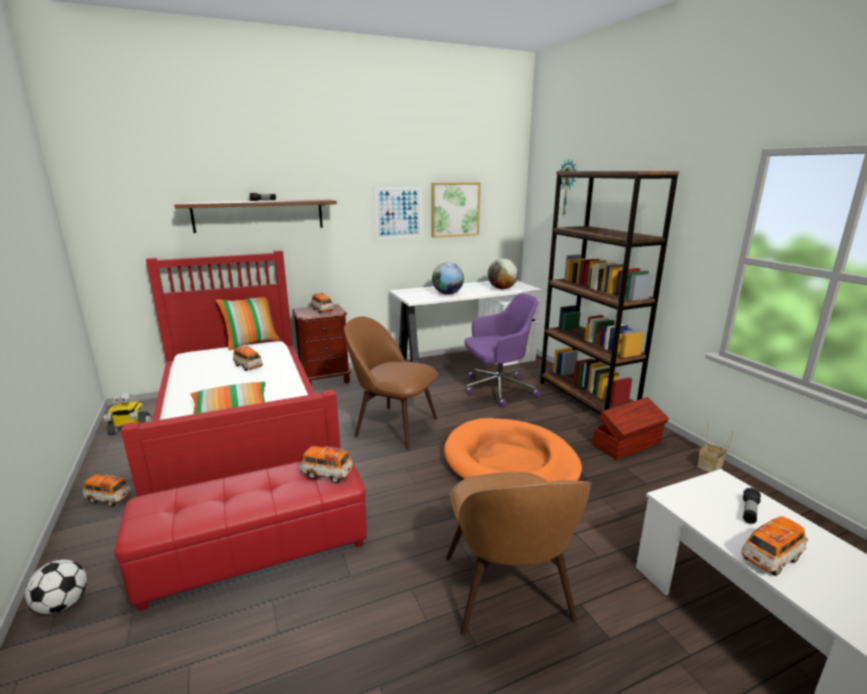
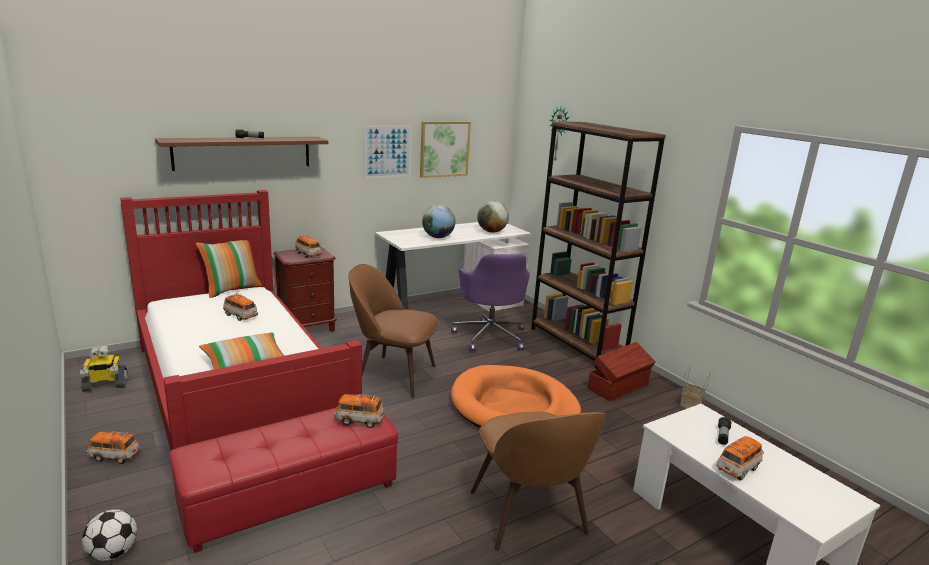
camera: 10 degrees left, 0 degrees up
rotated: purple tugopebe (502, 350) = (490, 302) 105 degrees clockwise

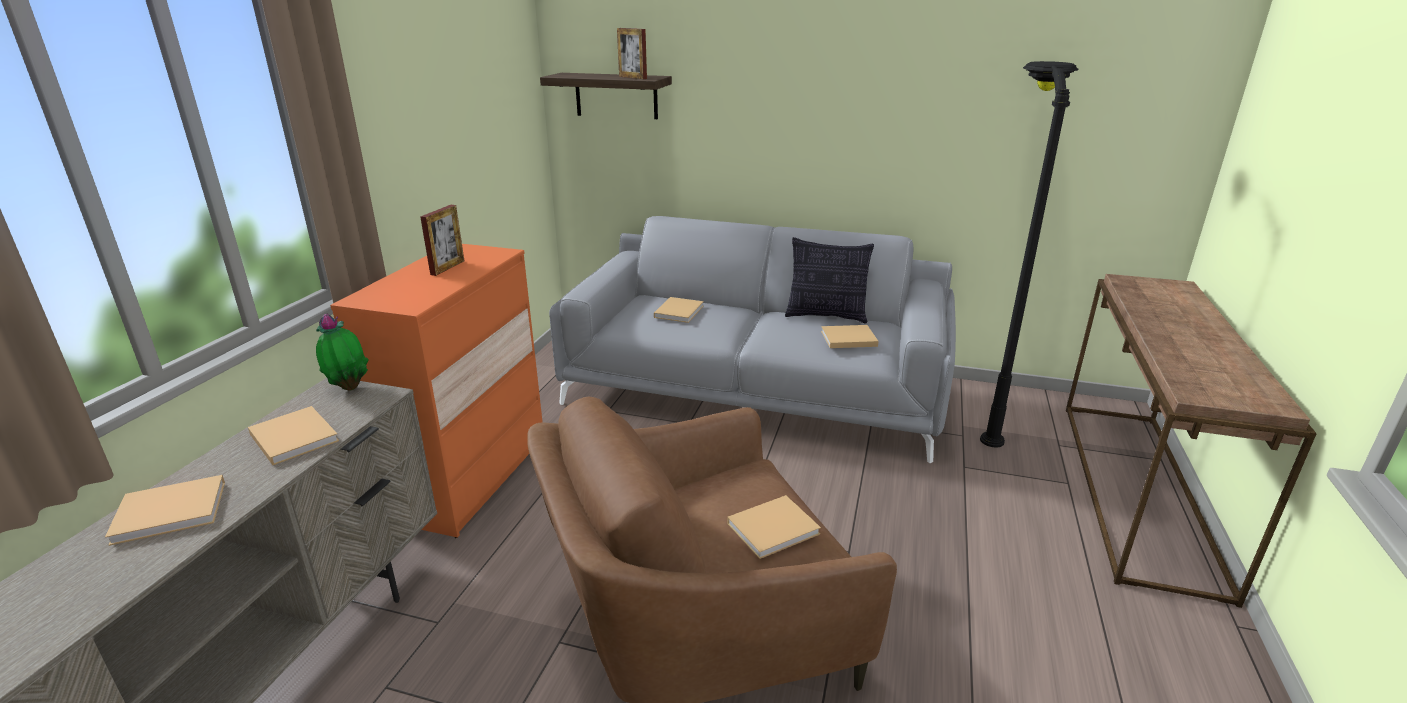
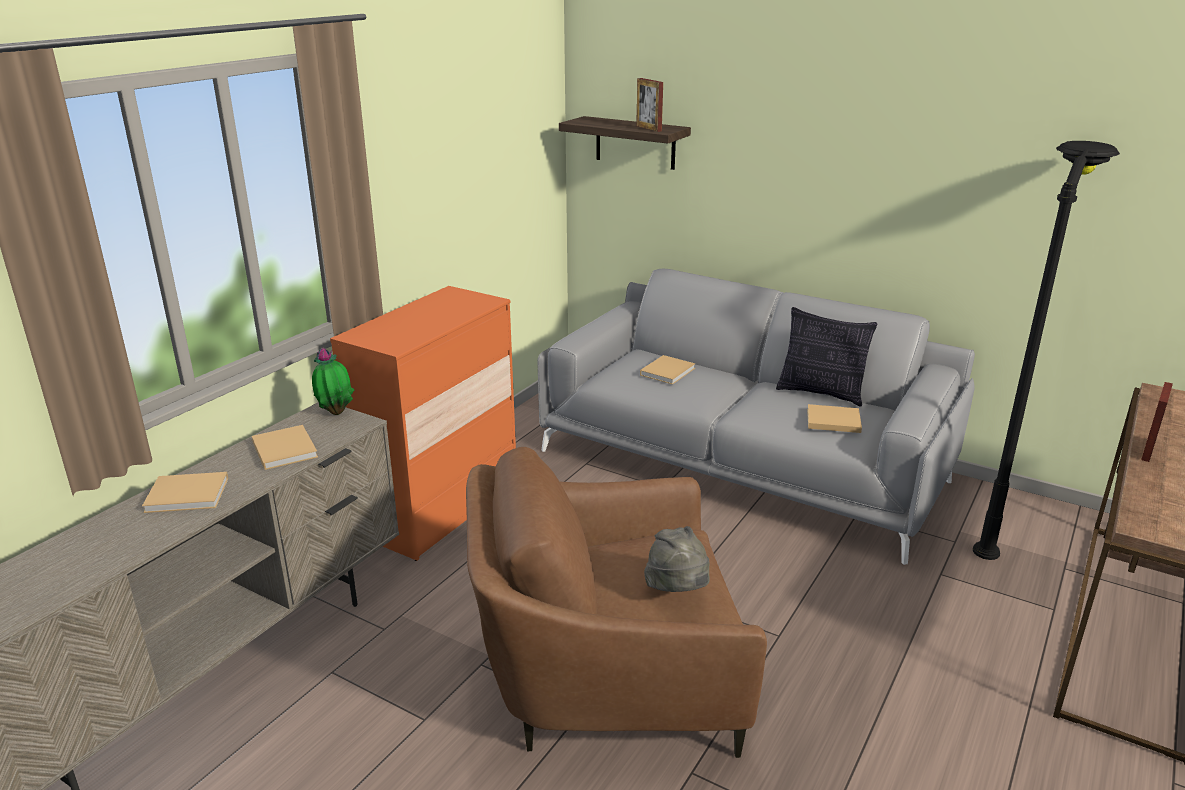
camera: 15 degrees right, 0 degrees up
shifted: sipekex (442, 240) to (1157, 422)
swapped: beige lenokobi (774, 527) to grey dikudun (677, 559)

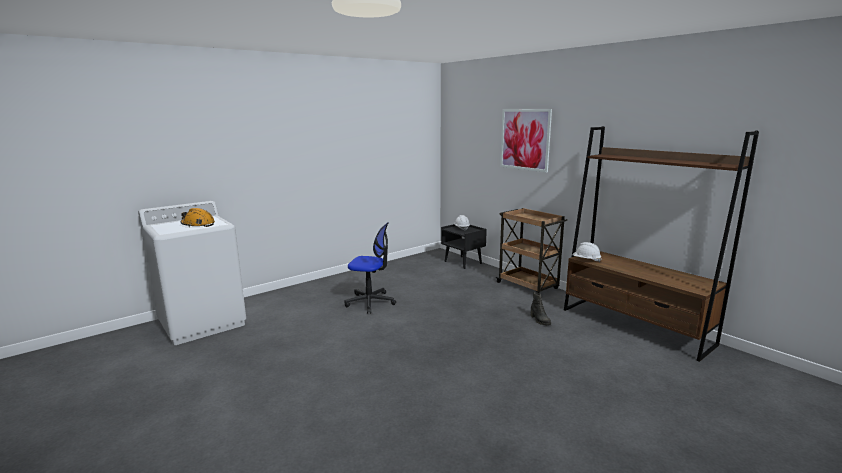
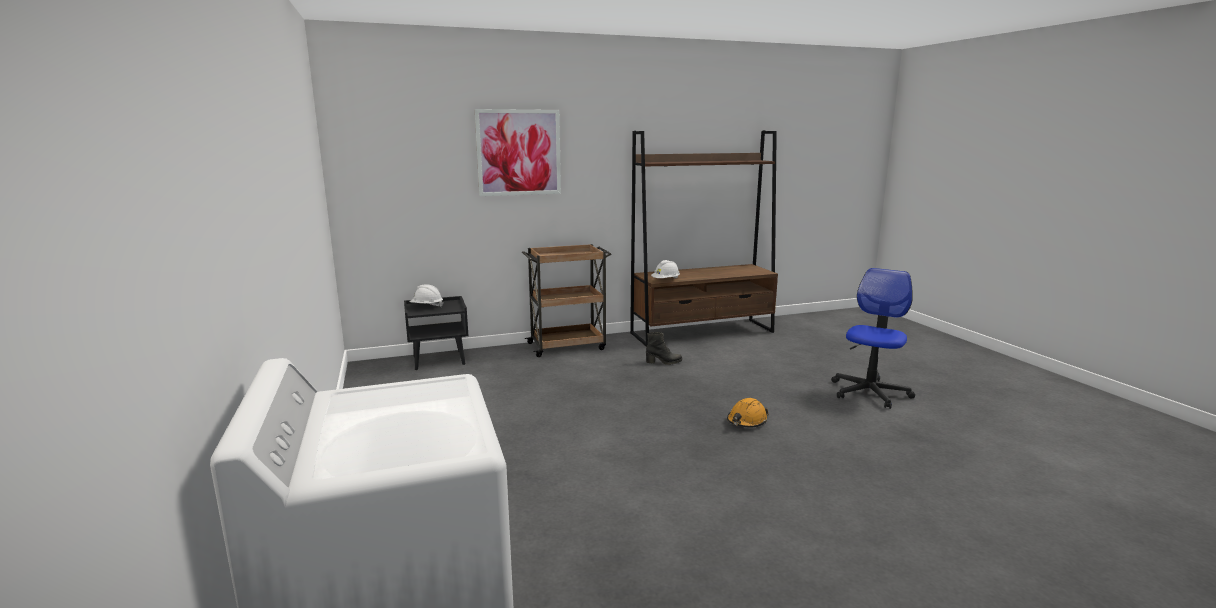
camera: 70 degrees left, 0 degrees up
shifted: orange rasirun (198, 217) to (748, 413); tugopebe (370, 268) to (873, 338)

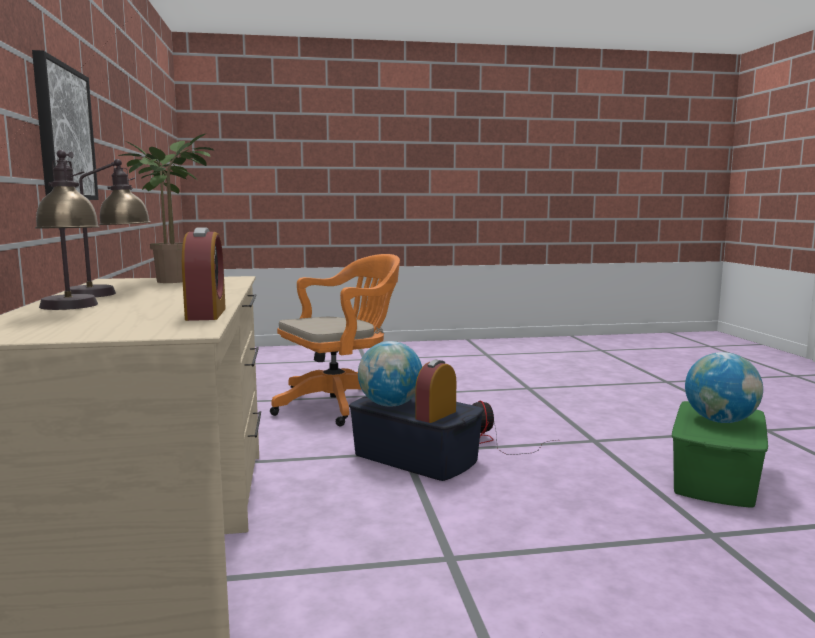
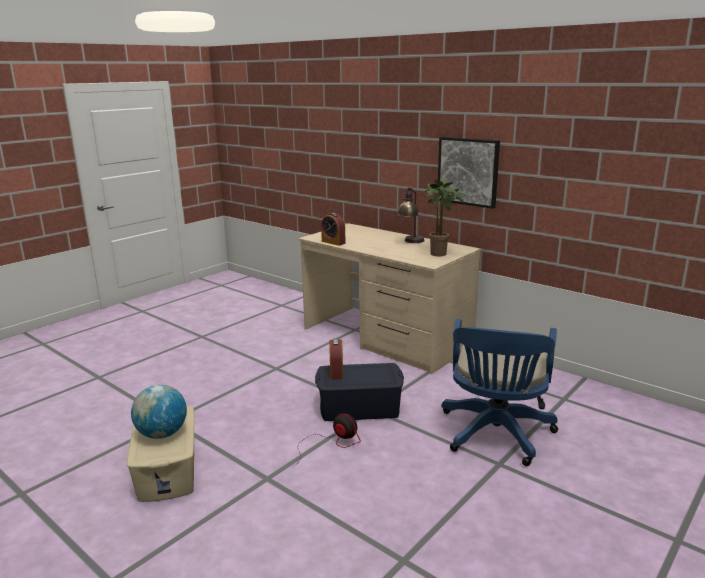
camera: 140 degrees right, 10 degrees up
gone: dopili (67, 230); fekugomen (390, 374)
repainted: orange tugopebe (335, 340) to blue tugopebe (500, 392); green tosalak (720, 454) to beige tosalak (160, 454)

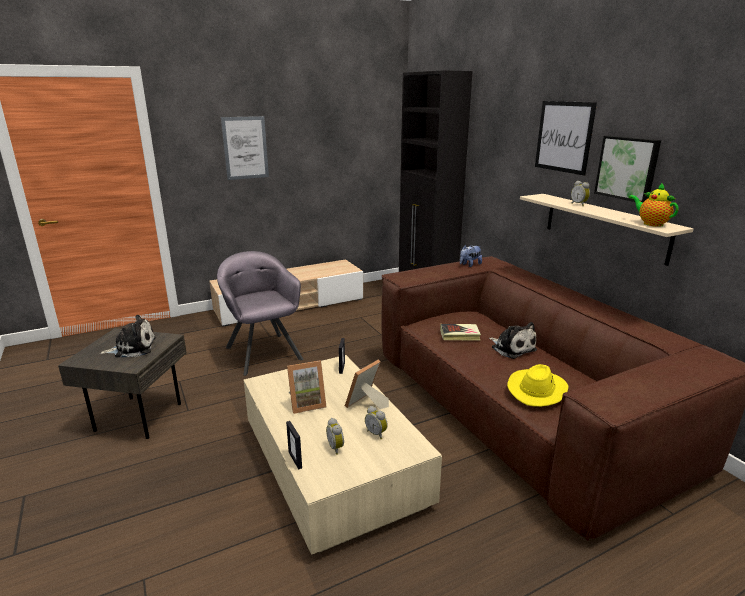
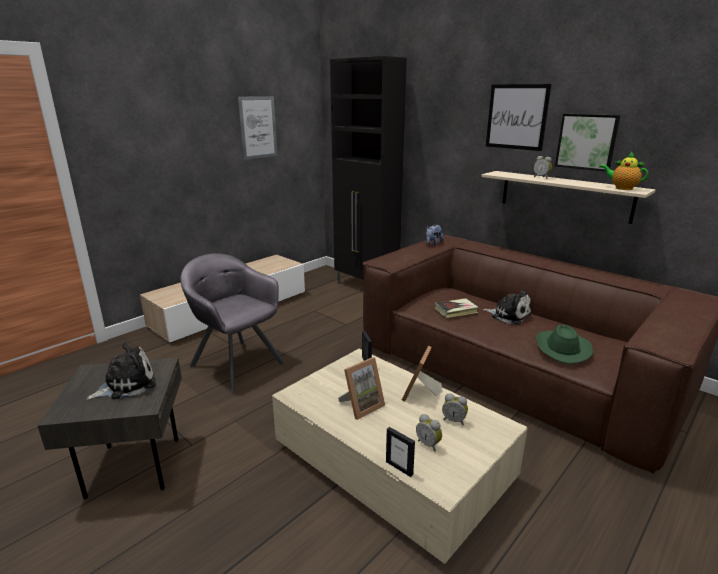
camera: 20 degrees left, 0 degrees up
shifted: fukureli (245, 148) to (258, 128)
repainted: yellow dikudun (538, 385) to green dikudun (564, 344)

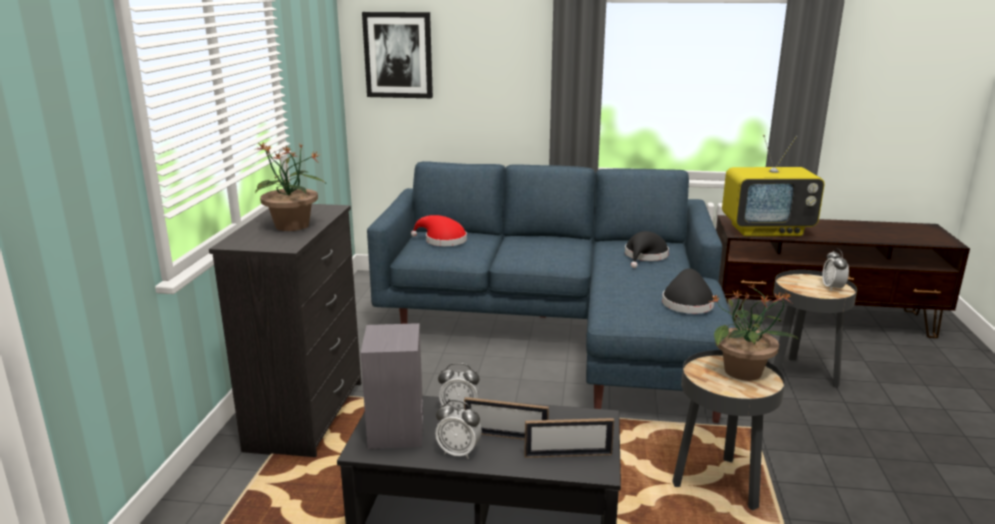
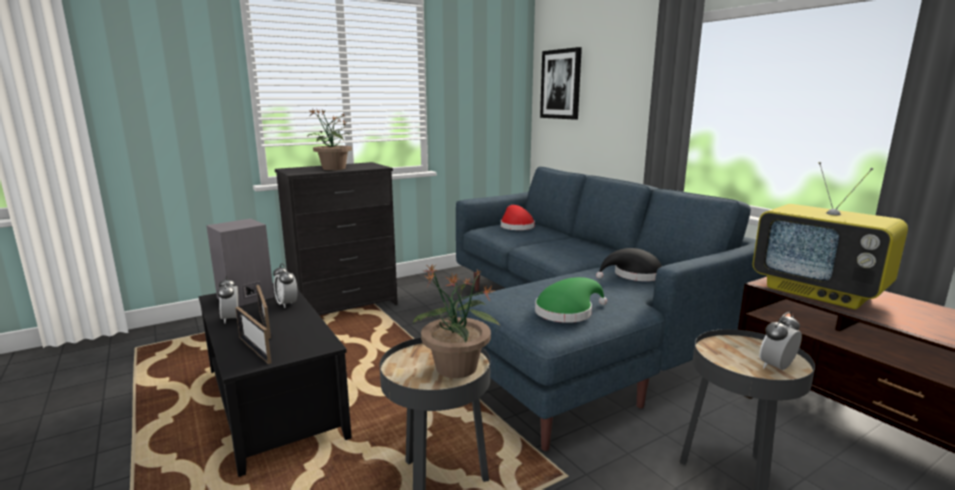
camera: 50 degrees right, 5 degrees down
repainted: black dikudun (688, 291) to green dikudun (571, 300)

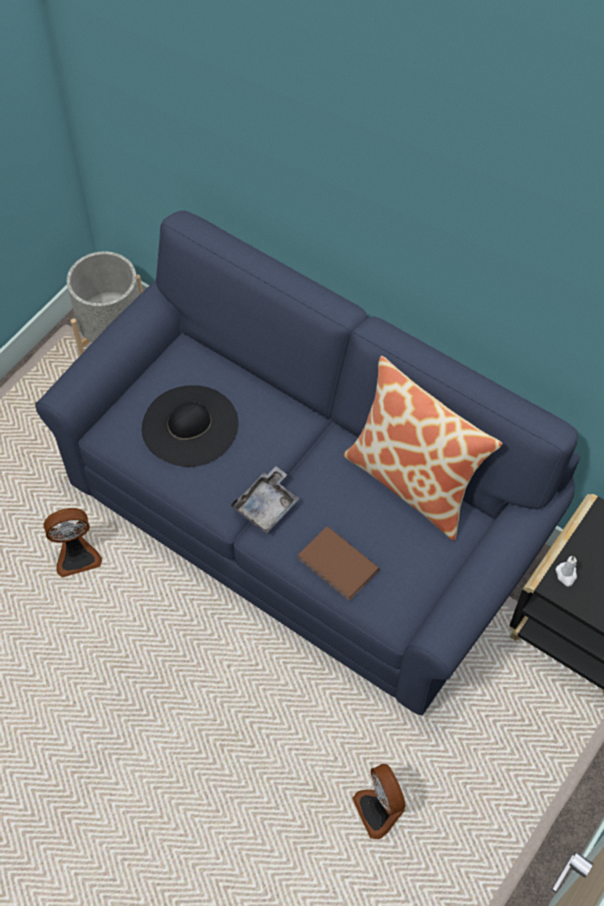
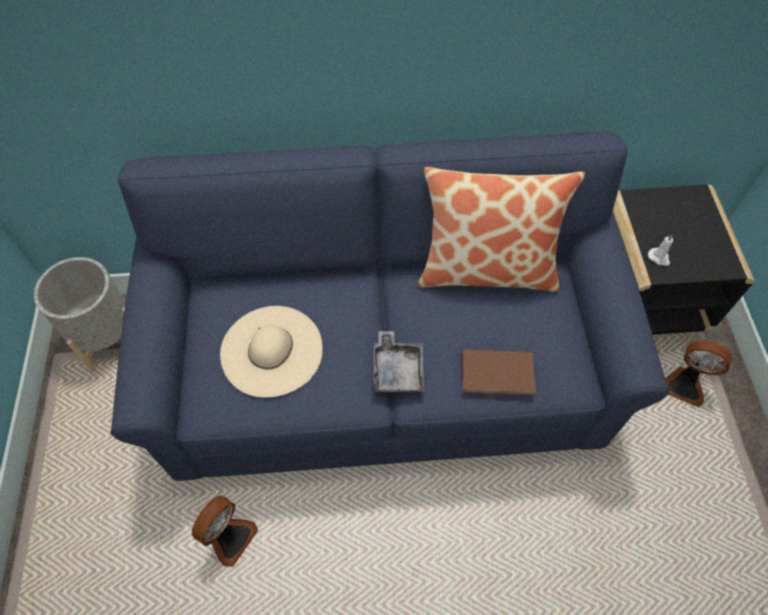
camera: 40 degrees left, 0 degrees up
shifted: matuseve (378, 801) to (698, 373)
repainted: black dikudun (190, 426) to beige dikudun (271, 351)

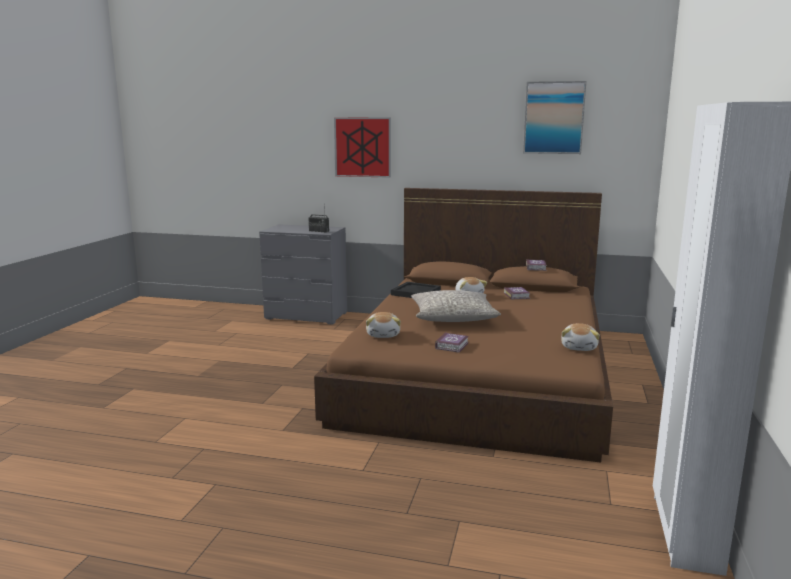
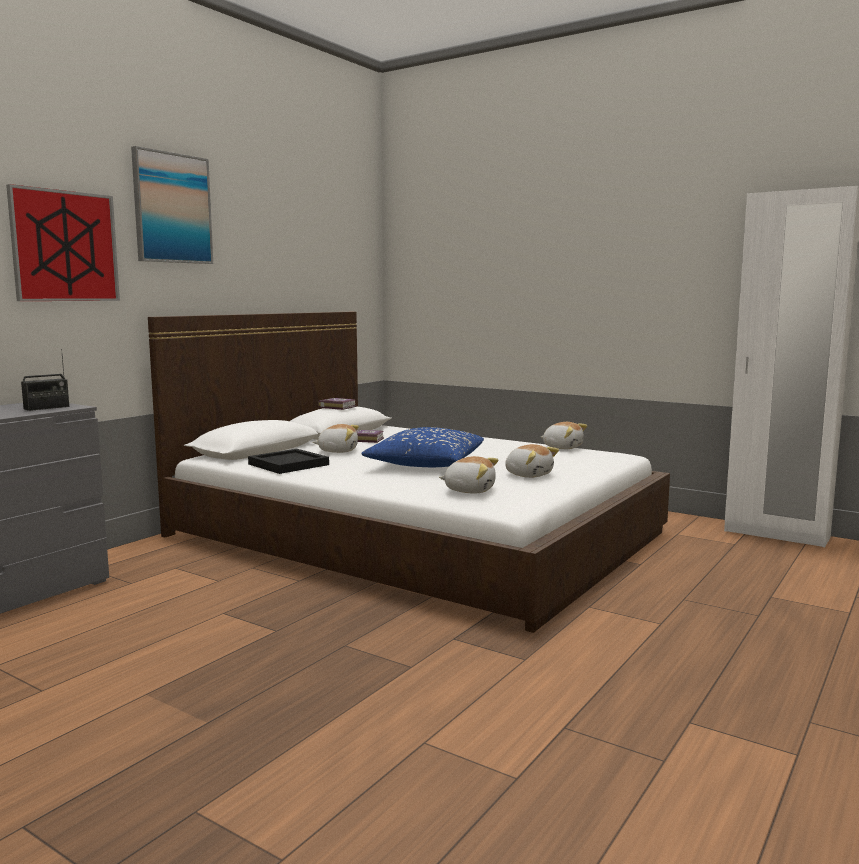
camera: 70 degrees left, 5 degrees down
shifted: fukureli (554, 117) to (172, 205)
swapped: lenokobi (452, 342) to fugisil (532, 461)
repainted: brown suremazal (463, 325) to white suremazal (409, 472); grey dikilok (456, 306) to blue dikilok (422, 447)

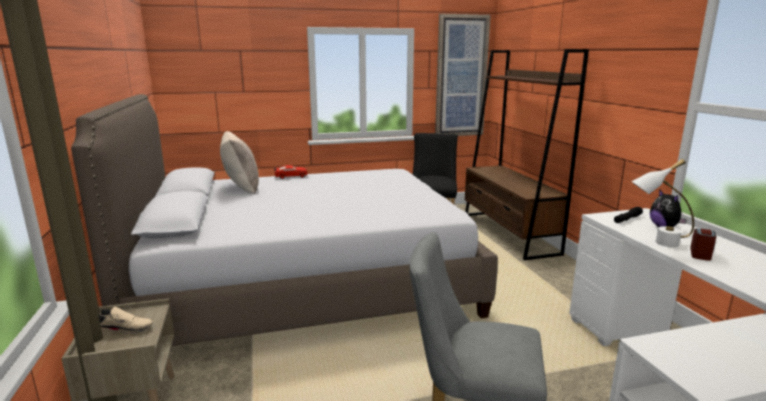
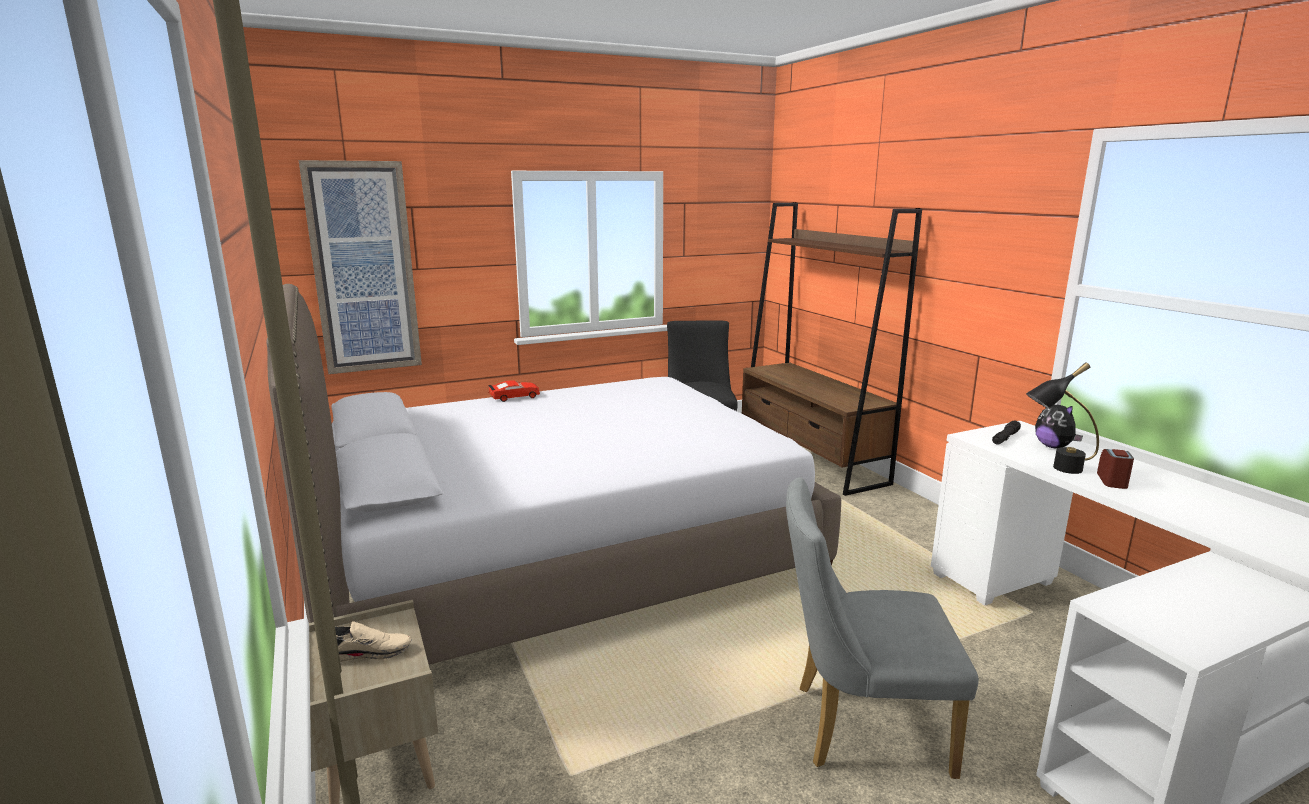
camera: 10 degrees left, 0 degrees up
gone: beige dikilok (239, 162)
shifted: fukureli (463, 75) to (360, 267)
repainted: white dopili (662, 203) to black dopili (1062, 418)

